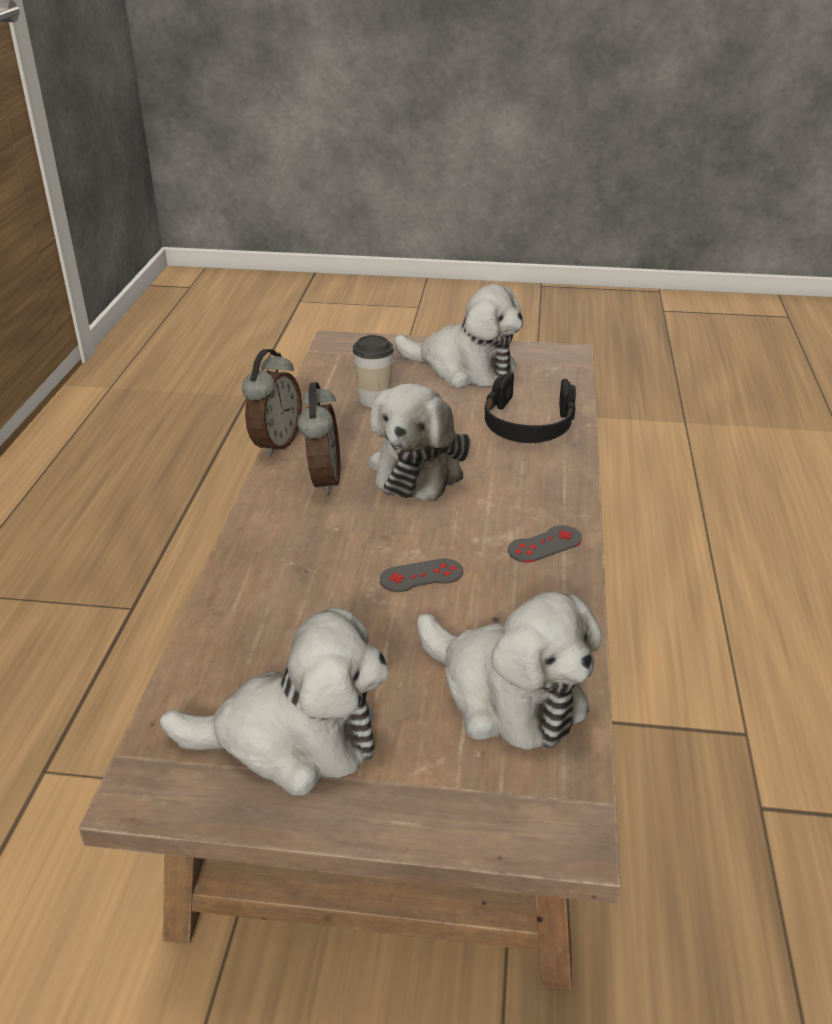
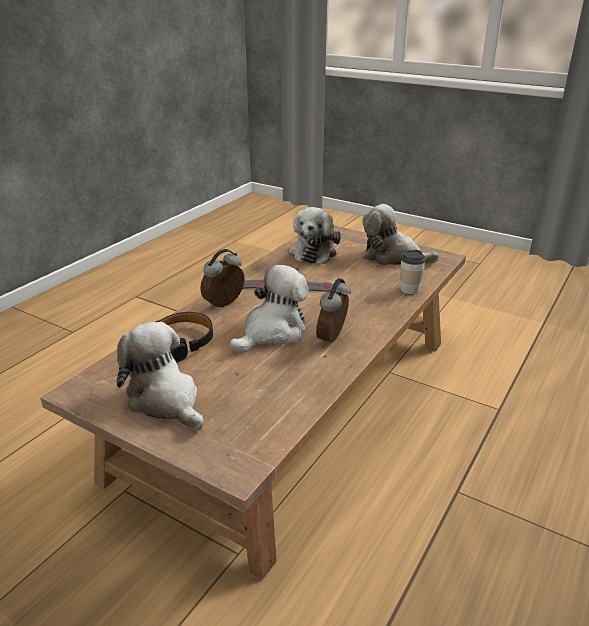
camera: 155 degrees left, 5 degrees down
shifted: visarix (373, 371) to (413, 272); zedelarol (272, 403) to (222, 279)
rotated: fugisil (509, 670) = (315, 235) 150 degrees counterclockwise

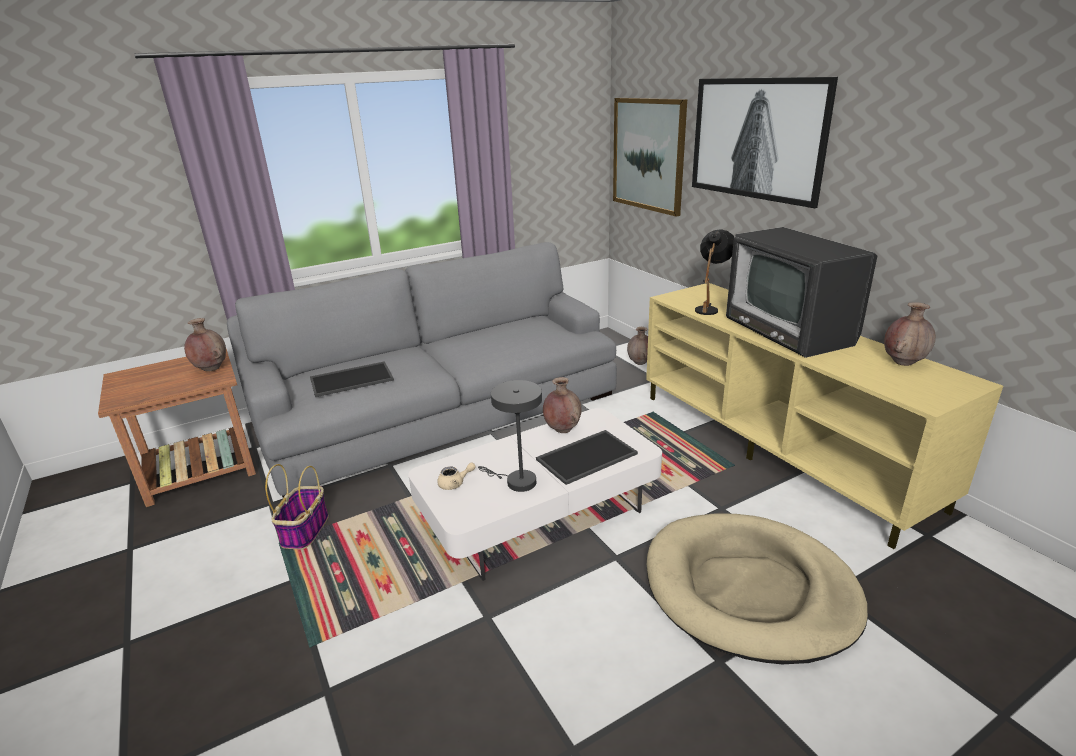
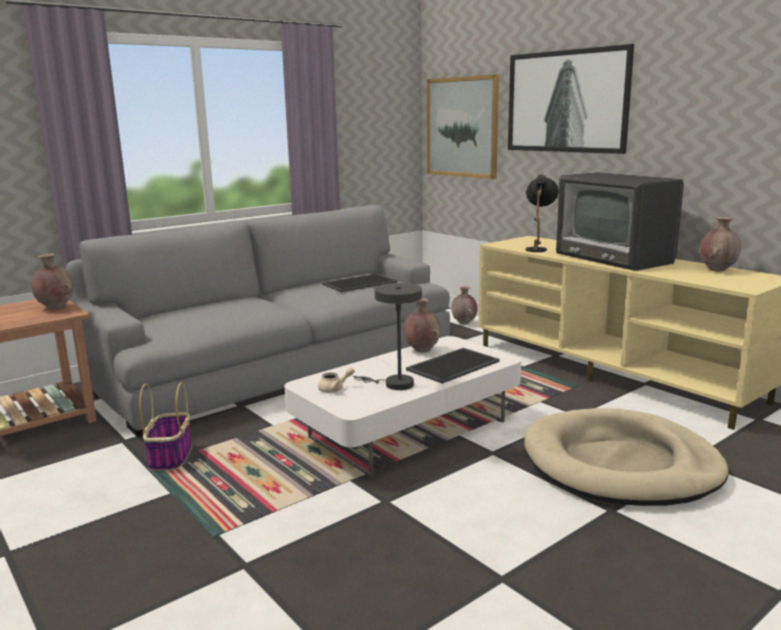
camera: 10 degrees left, 10 degrees down
shifted: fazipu (352, 379) to (359, 283)

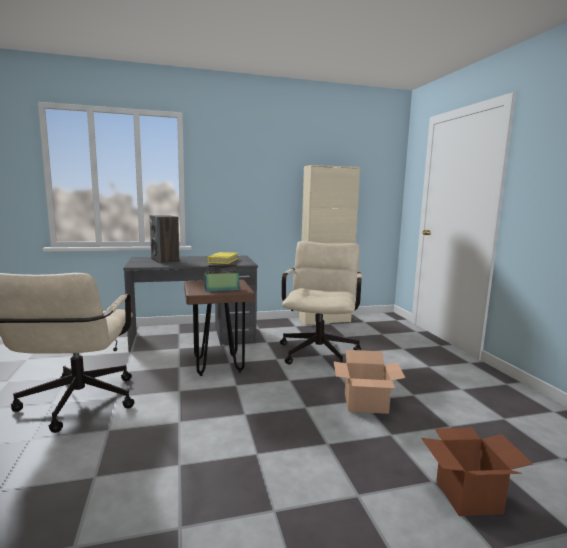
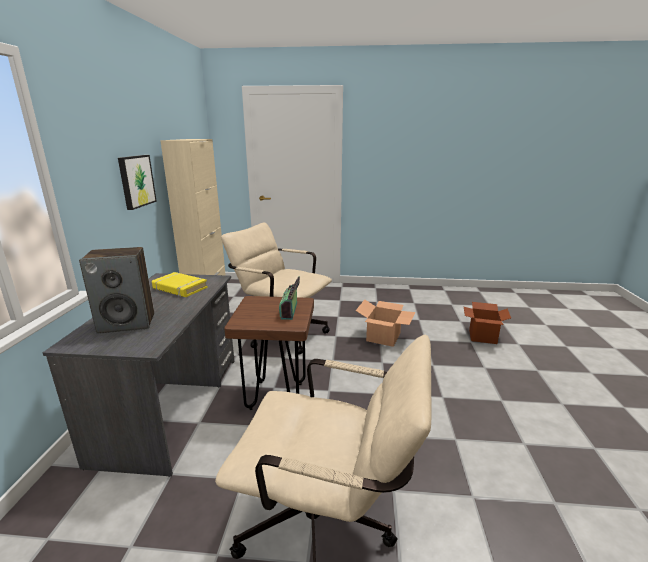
camera: 70 degrees left, 10 degrees up
new: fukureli (137, 182)

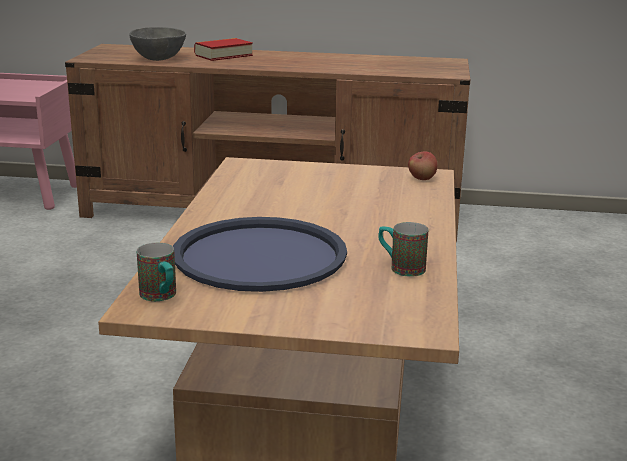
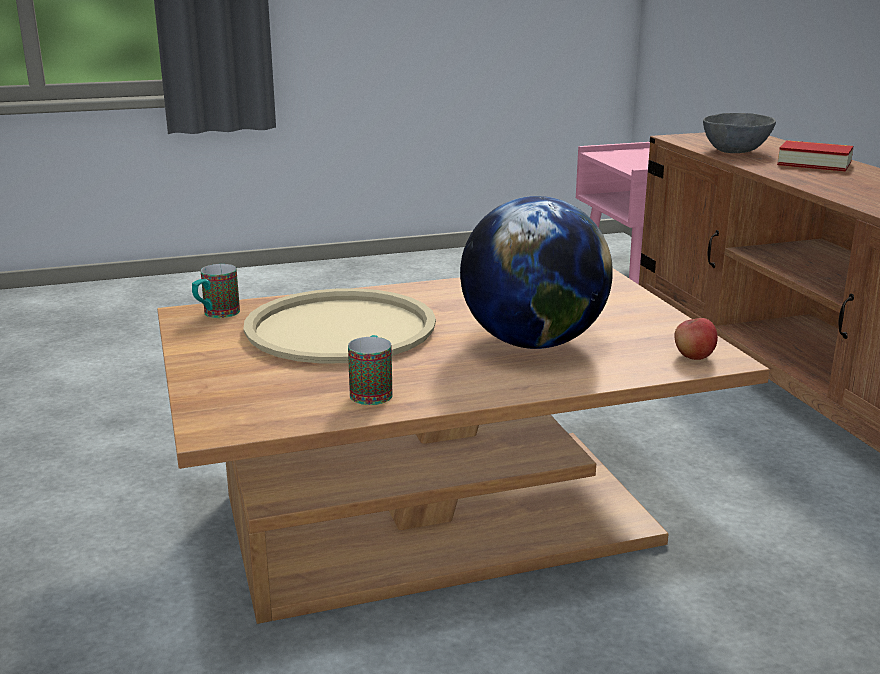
camera: 65 degrees right, 0 degrees up
new: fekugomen (536, 272)
repainted: blue fazipu (260, 254) to beige fazipu (340, 326)

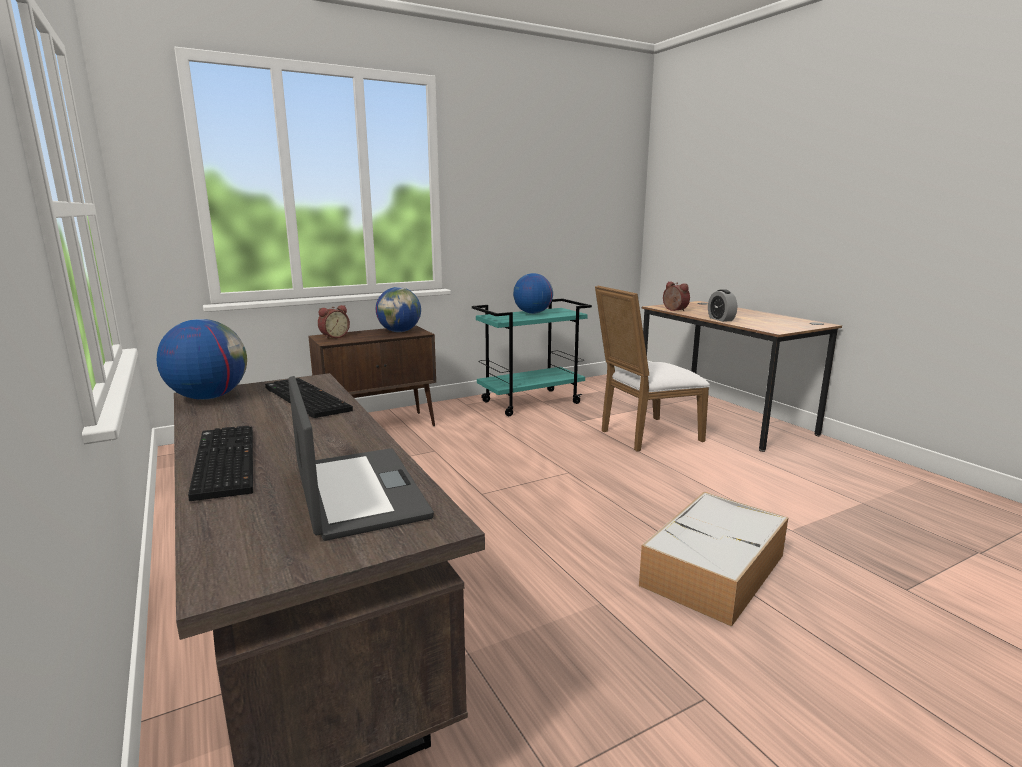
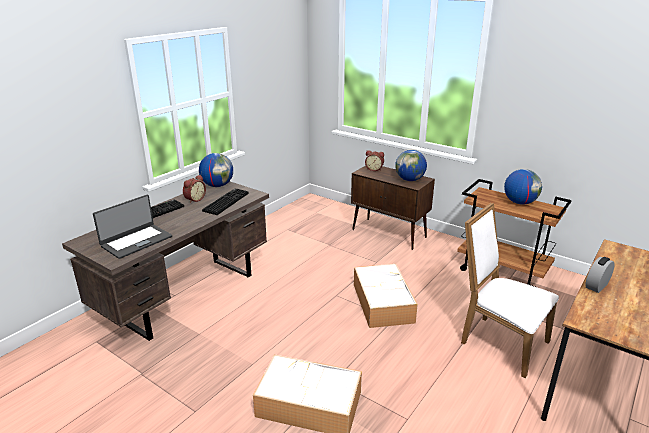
camera: 65 degrees right, 10 degrees up
new: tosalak (386, 296)
shifted: zedelarol (676, 296) to (194, 189)
repainted: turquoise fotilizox (532, 357) to brown fotilizox (514, 233)

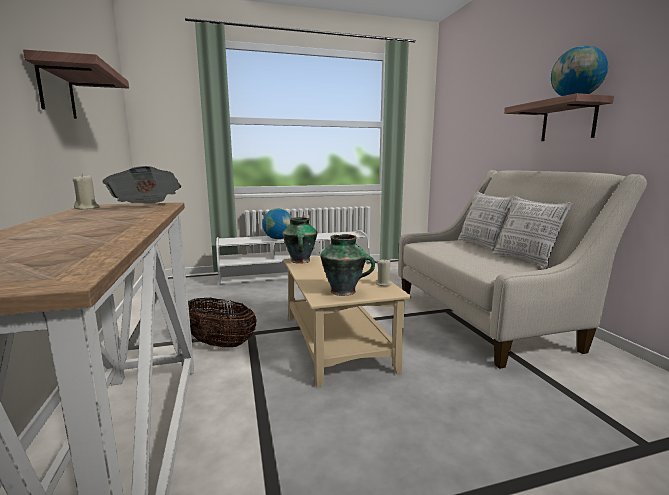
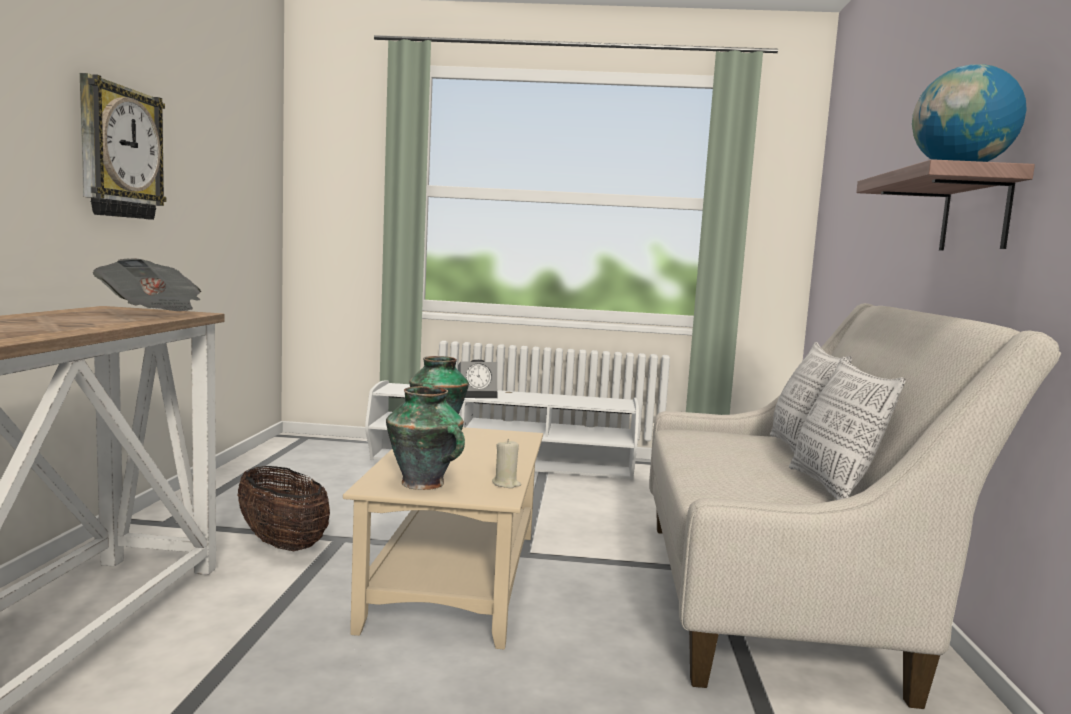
camera: 20 degrees right, 5 degrees down
gone: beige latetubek (86, 191)
swapped: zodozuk (76, 84) to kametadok (123, 146); fekugomen (277, 224) to zedelarol (477, 379)

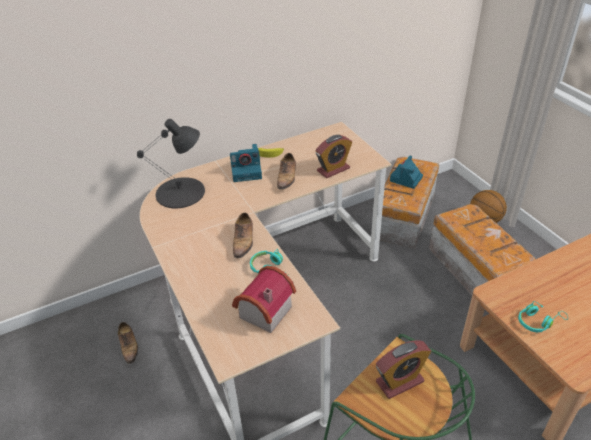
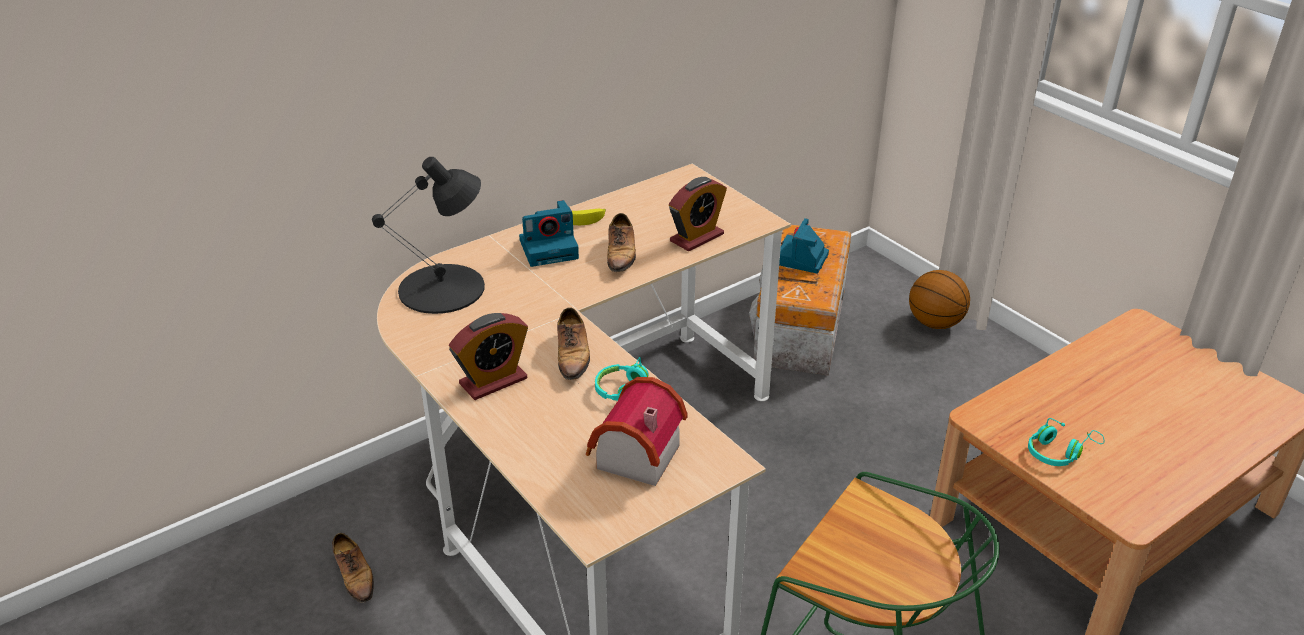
camera: 10 degrees left, 5 degrees down
gone: tosalak (482, 258)
shifted: zedelarol (403, 369) to (488, 356)

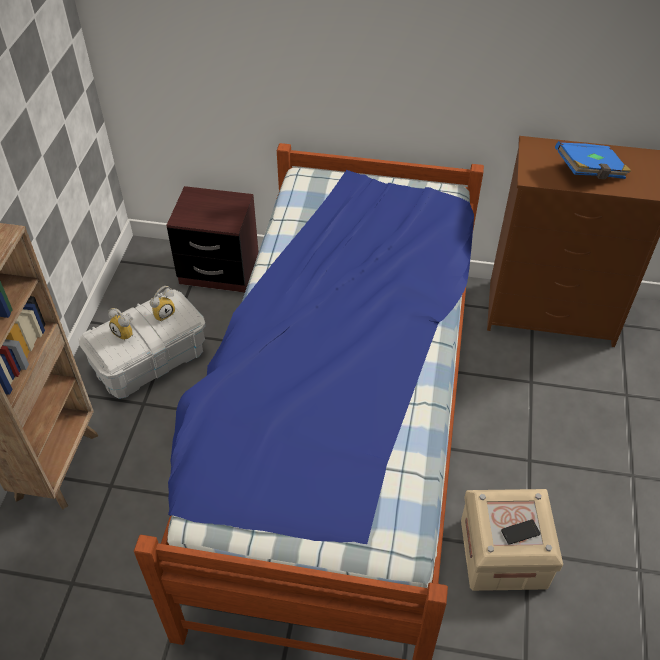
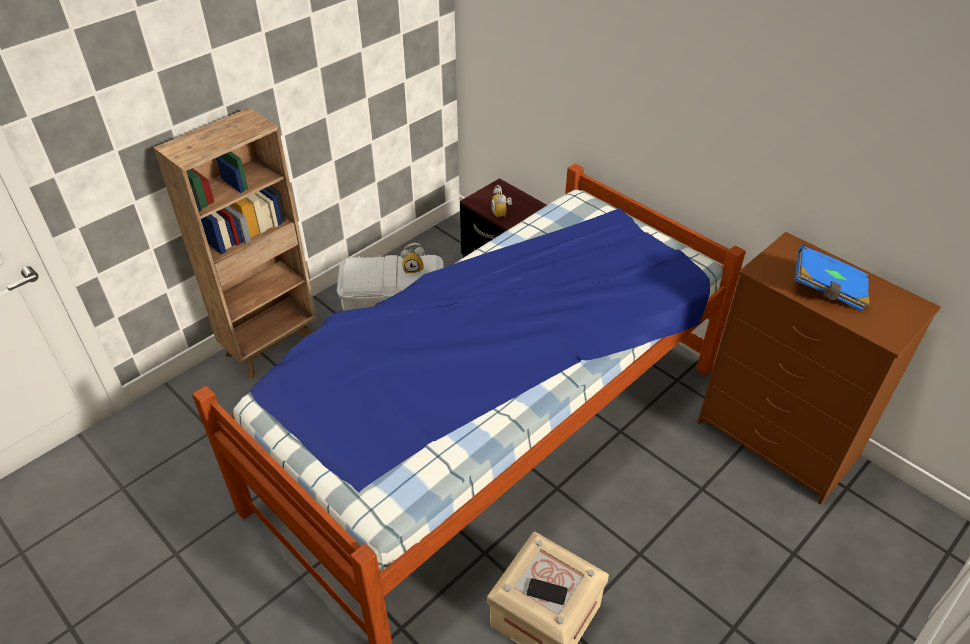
camera: 35 degrees right, 5 degrees down
shifted: zedelarol (120, 324) to (501, 201)

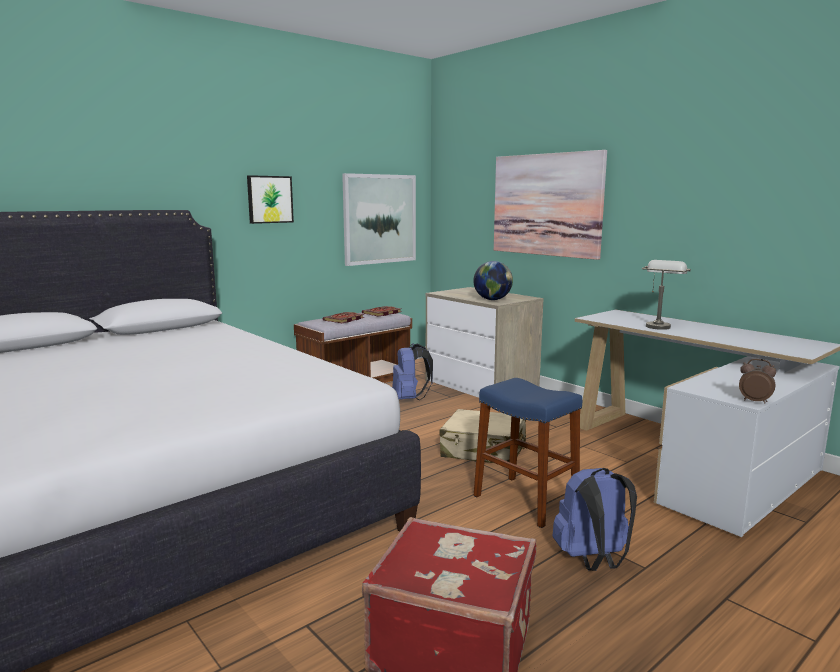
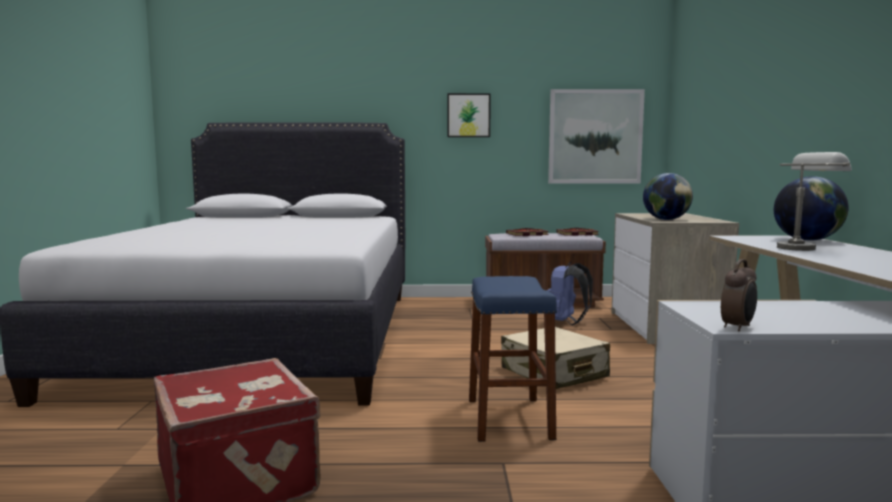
camera: 40 degrees right, 5 degrees down
gone: fukureli (550, 205); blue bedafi (594, 519)
new: fekugomen (811, 208)
rotated: zedelarol (757, 381) = (739, 295) 60 degrees clockwise

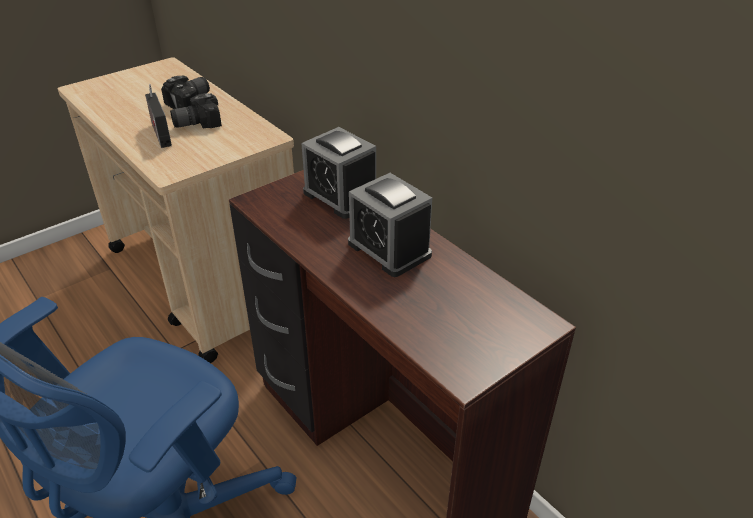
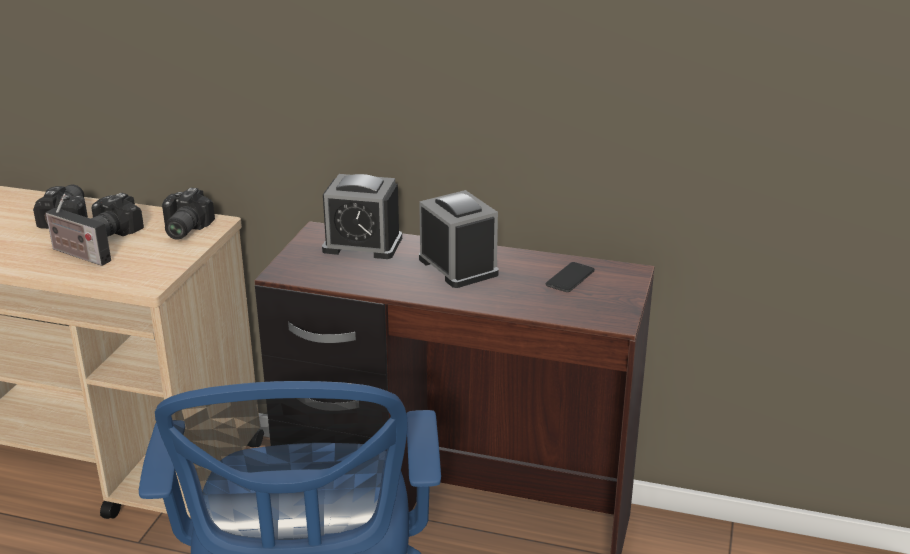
camera: 35 degrees left, 10 degrees down
new: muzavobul (188, 214); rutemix (570, 277)
rotated: zedelarol (390, 225) = (459, 239) 135 degrees counterclockwise

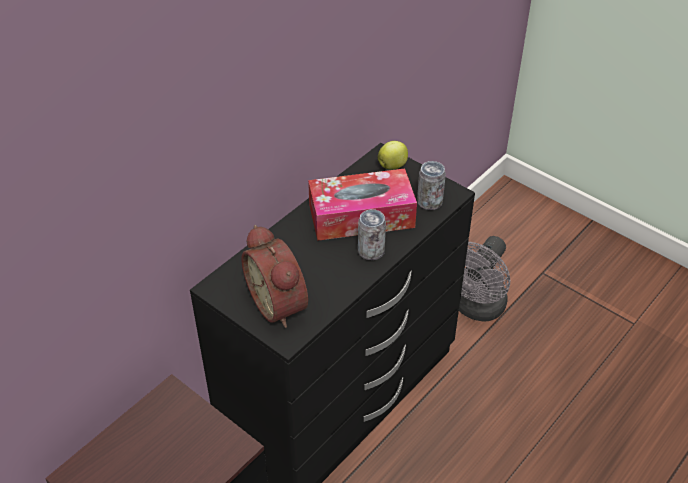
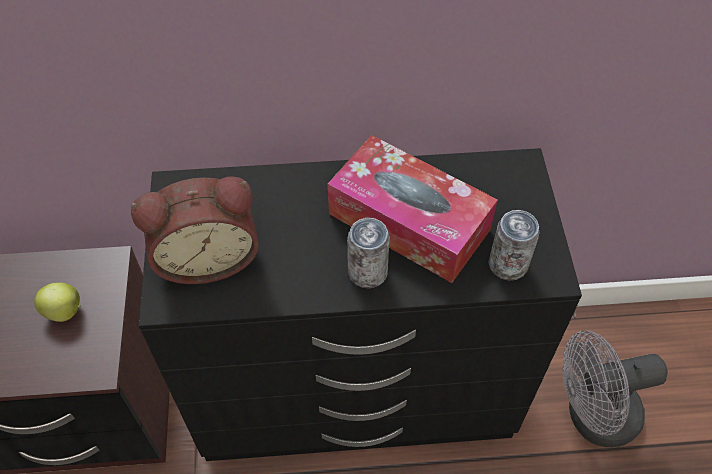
camera: 45 degrees right, 10 degrees up
shifted: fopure (393, 155) to (57, 302)
rotated: zedelarol (274, 276) = (195, 230) 120 degrees counterclockwise

